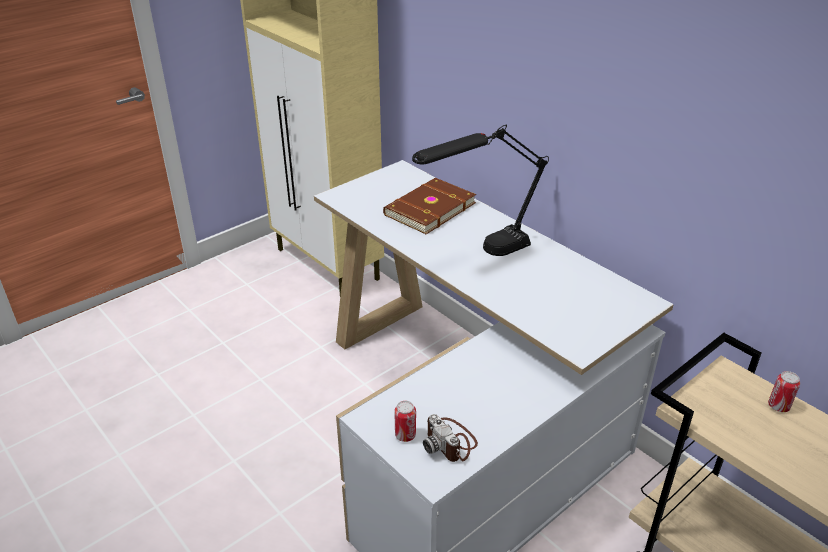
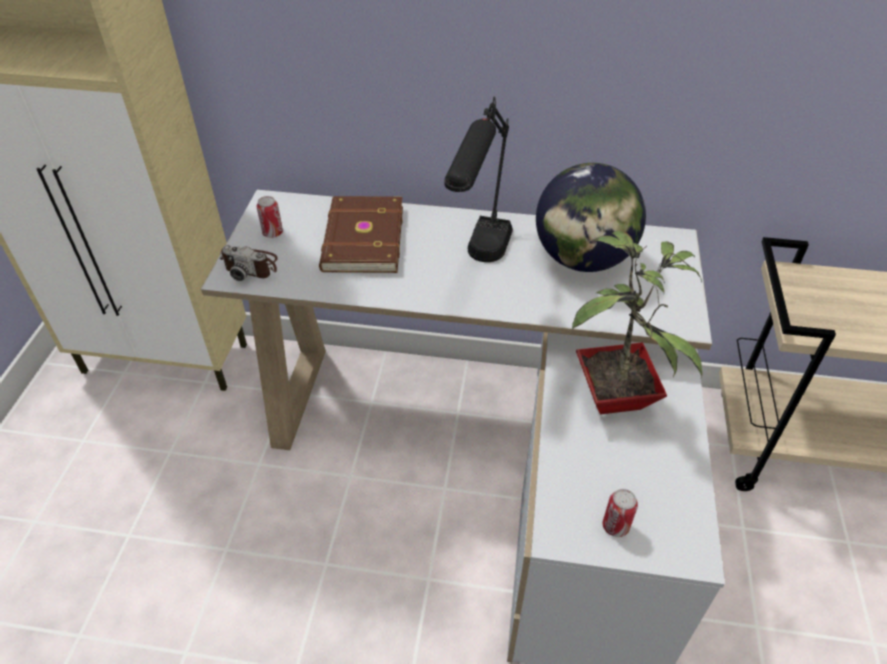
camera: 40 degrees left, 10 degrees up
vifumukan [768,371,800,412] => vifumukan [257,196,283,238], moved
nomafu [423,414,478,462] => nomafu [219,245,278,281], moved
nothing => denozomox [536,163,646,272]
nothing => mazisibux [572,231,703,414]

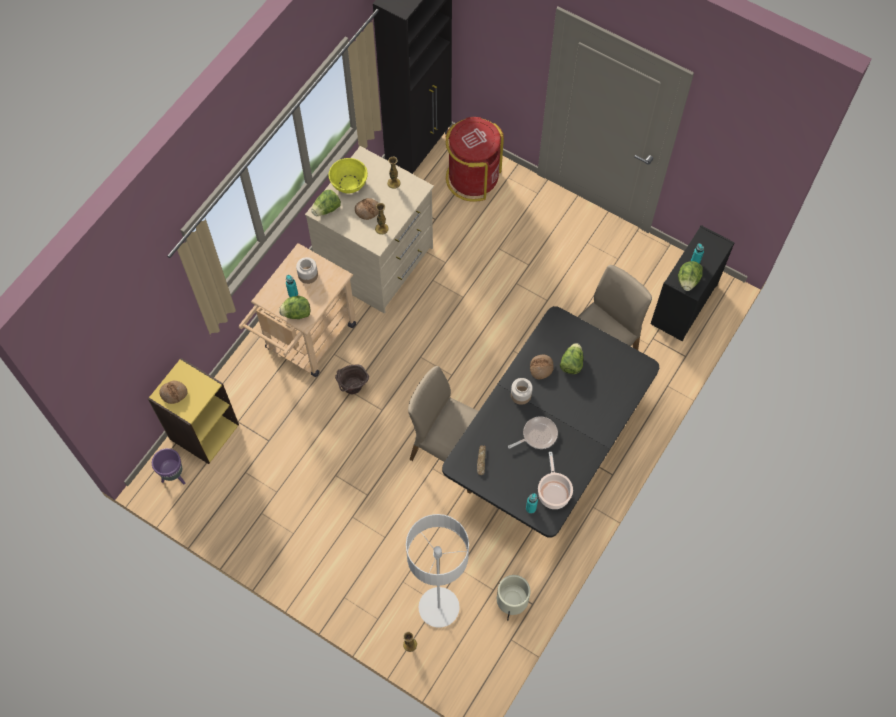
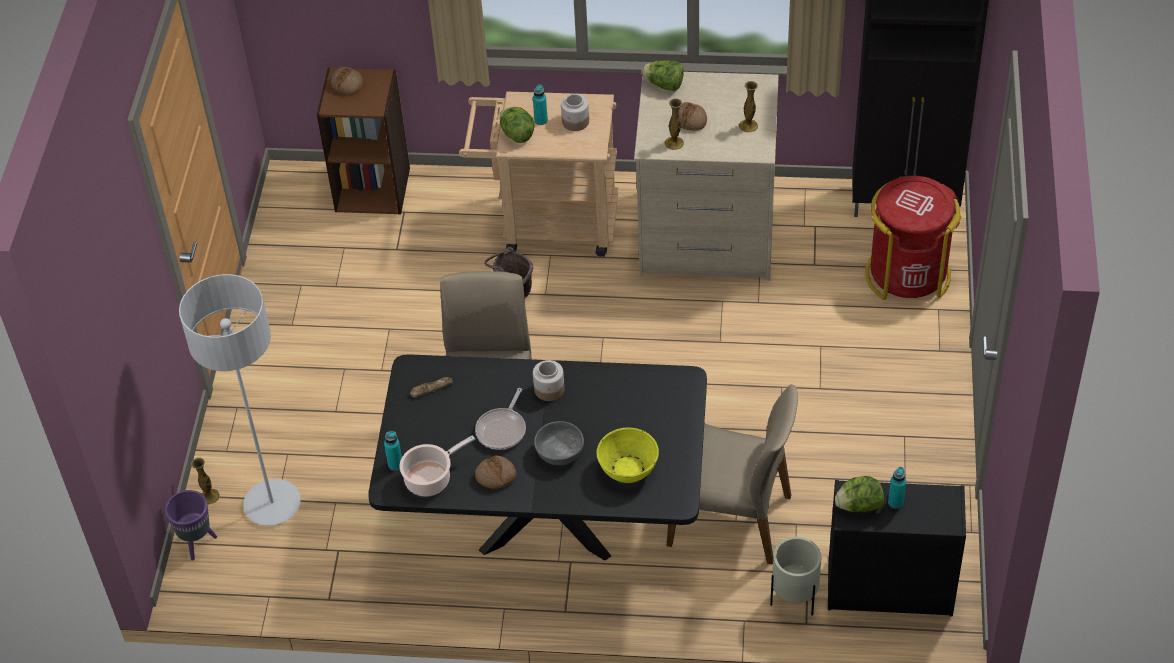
camera: 65 degrees right, 15 degrees down
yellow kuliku [329,158,368,193] => yellow kuliku [597,428,659,483], moved
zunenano [560,343,584,374] => nothing
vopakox [530,355,553,379] => vopakox [475,456,517,489], moved
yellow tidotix [148,358,239,464] => brown tidotix [317,68,410,214]
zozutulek [508,417,558,449] => zozutulek [475,388,526,450], 75 degrees clockwise
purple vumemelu [152,448,185,484] => purple vumemelu [165,490,217,561], moved
beige vumemelu [497,575,530,621] => beige vumemelu [770,537,822,616], moved
nothing => grey kuliku [534,421,584,465]

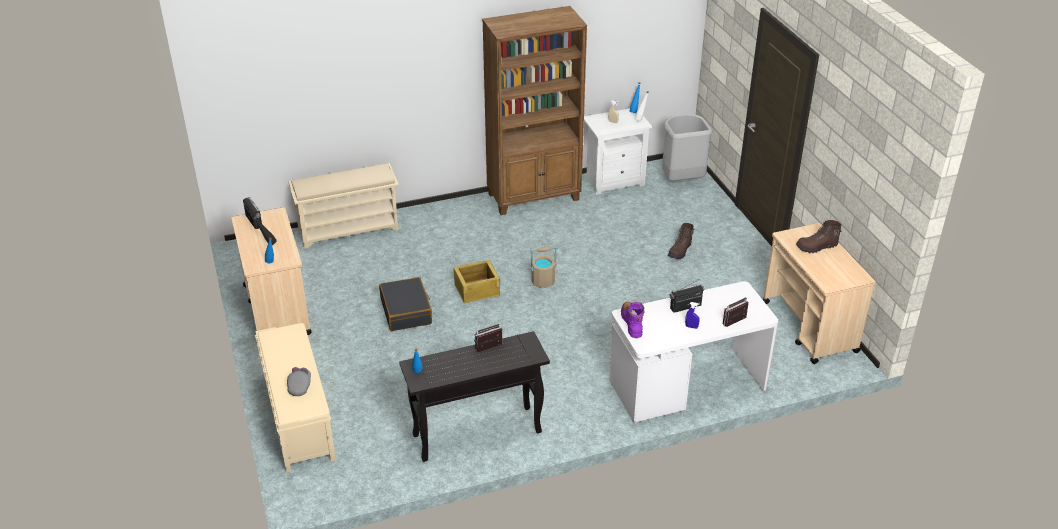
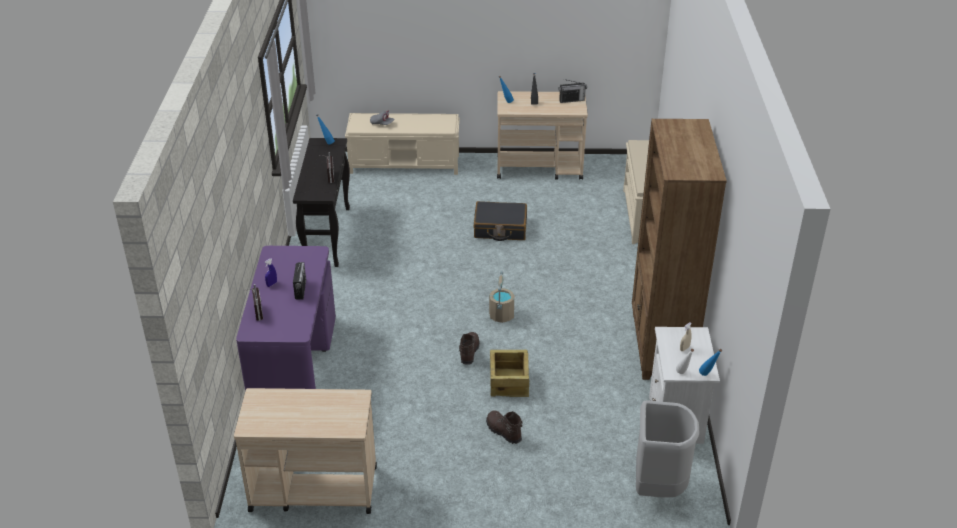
camera: 110 degrees right, 0 degrees up
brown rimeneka [796,220,841,253] => brown rimeneka [458,332,480,365], moved
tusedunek [454,260,500,303] => tusedunek [490,350,529,397], moved
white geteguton [609,281,778,423] => purple geteguton [236,246,336,391]
purple rimeneka [621,302,644,338] => nothing

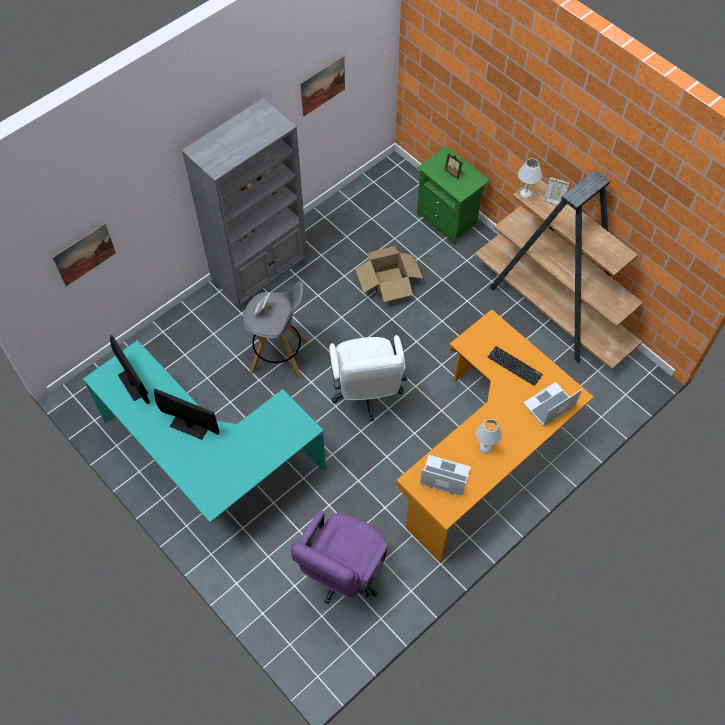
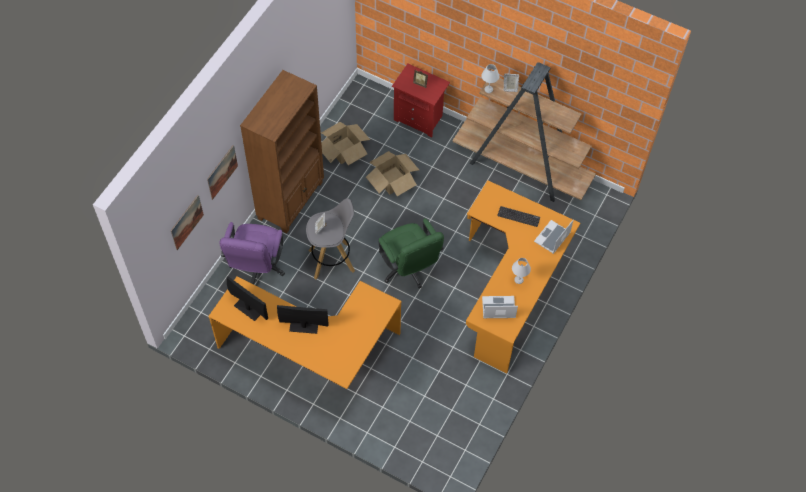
camera: 20 degrees left, 0 degrees up
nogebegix [300,55,345,117] => nogebegix [207,145,238,200], moved
grey tidotix [182,98,307,310] => brown tidotix [240,70,324,233]
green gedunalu [417,146,490,245] => red gedunalu [392,64,450,137]
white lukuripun [329,335,407,421] => green lukuripun [378,218,444,288]
turquoise geteguton [83,340,326,523] => orange geteguton [208,276,402,389]
purple lukuripun [291,510,387,605] => purple lukuripun [220,222,285,285], moved
nothing => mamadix [321,122,370,166]

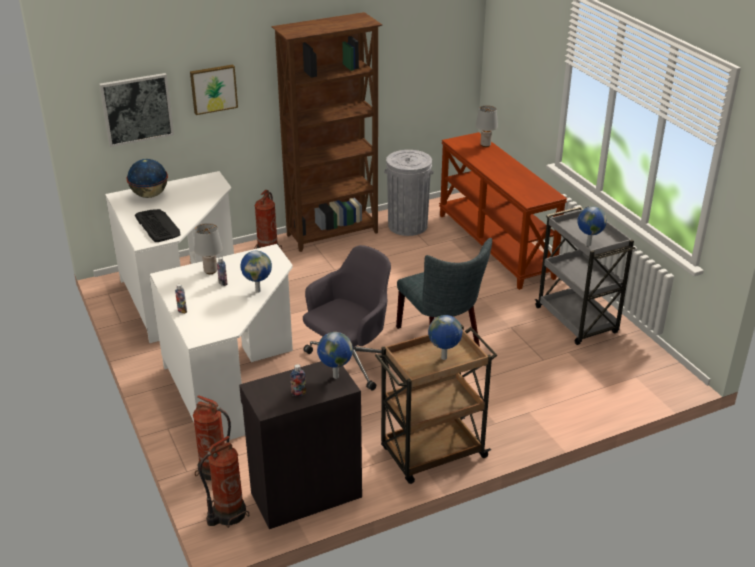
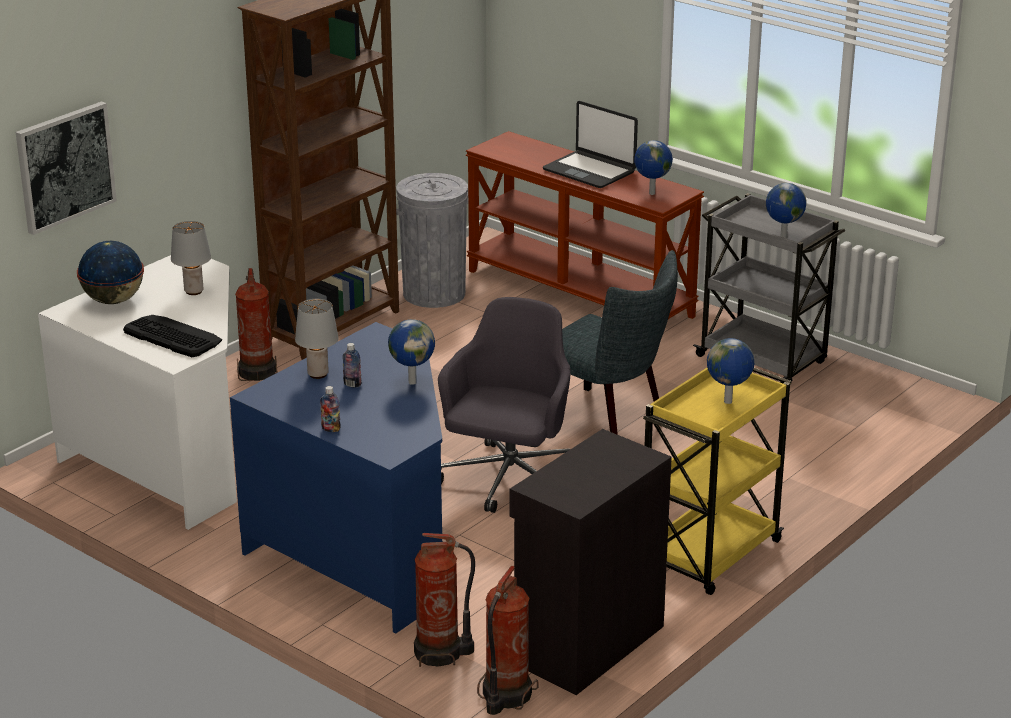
camera: 25 degrees left, 5 degrees down
nogebegix [190,65,238,115] => nothing
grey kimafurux [476,105,498,147] => grey kimafurux [171,221,211,295], moved
white geteguton [149,244,293,441] => blue geteguton [230,322,442,634]
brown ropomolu [375,324,497,484] => yellow ropomolu [643,368,792,595]
denozomox [317,332,353,379] => denozomox [634,140,673,195], moved
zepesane [290,364,306,396] => nothing
nothing => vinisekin [543,101,638,188]

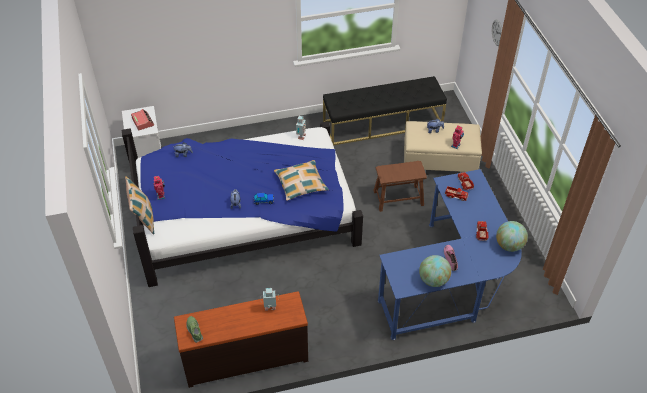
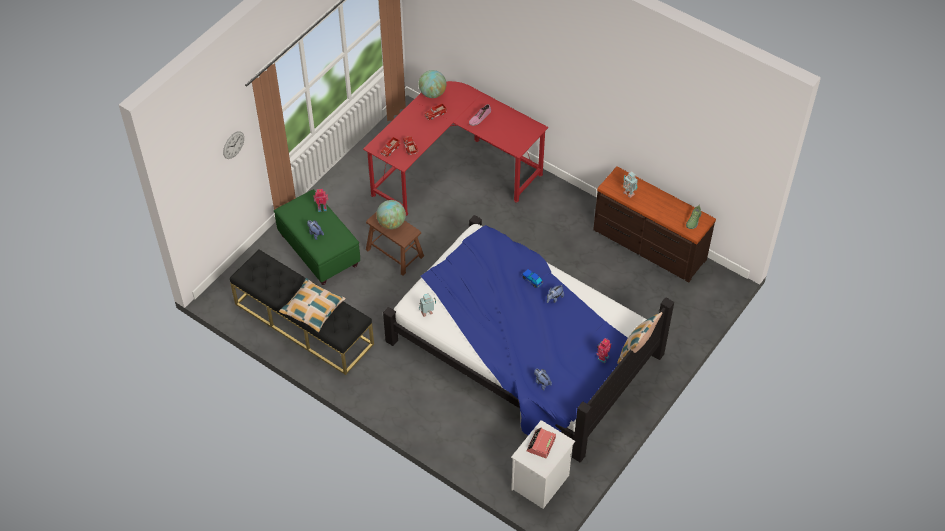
camera: 130 degrees left, 5 degrees up
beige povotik [404,121,482,172] => green povotik [274,189,360,285]
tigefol [274,160,329,201] => tigefol [279,278,346,332], moved
blue geteguton [378,169,522,340] => red geteguton [363,81,548,216]
denozomox [419,255,451,287] => denozomox [376,200,406,229], moved

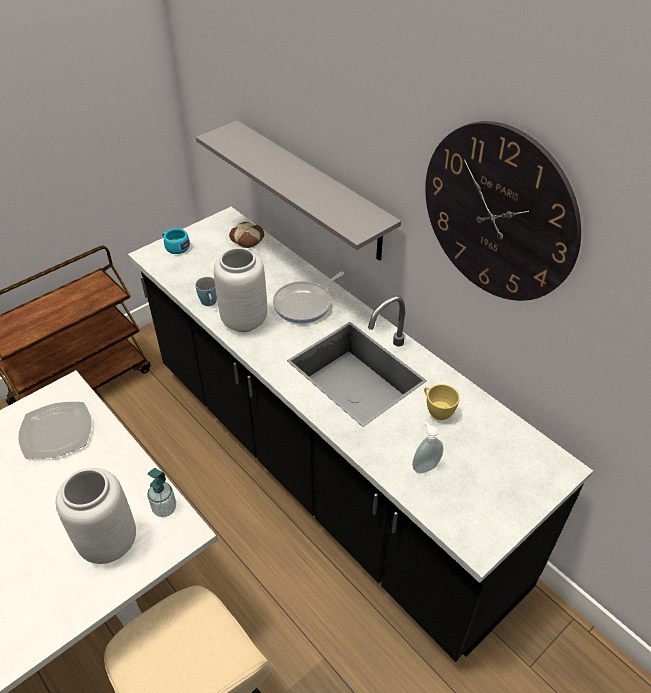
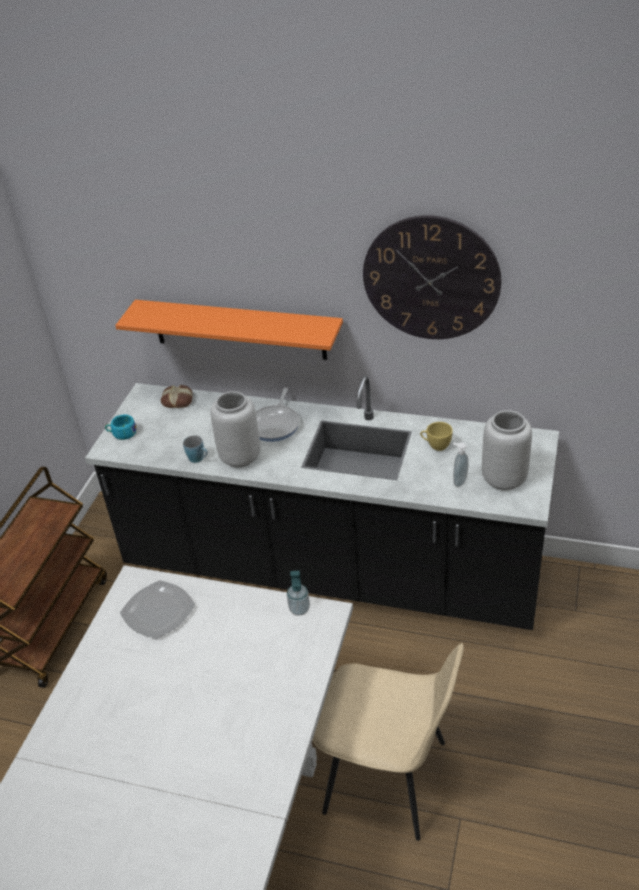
camera: 30 degrees left, 5 degrees down
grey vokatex [196,120,401,261] => orange vokatex [115,300,343,360]
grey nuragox [56,468,136,564] => grey nuragox [482,410,532,491], moved

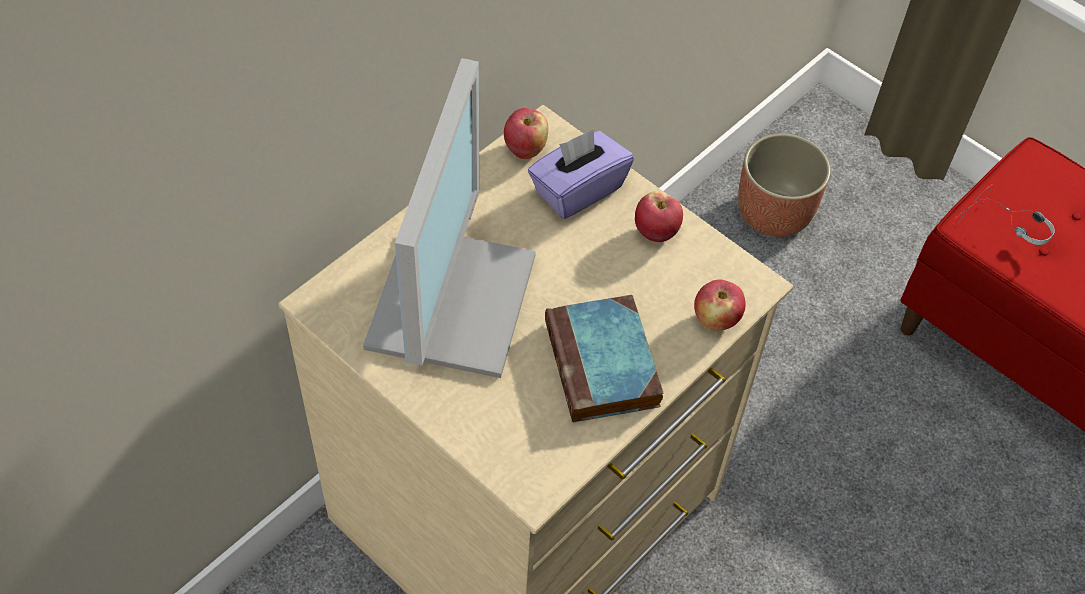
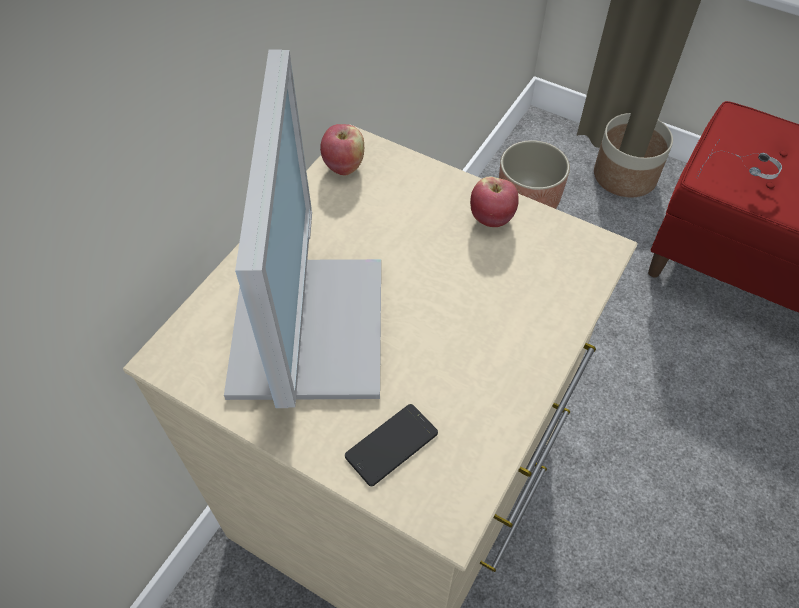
camera: 10 degrees left, 0 degrees up
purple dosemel [528,128,634,219] => nothing
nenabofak [694,280,745,331] => nothing
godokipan [545,295,664,422] => nothing
nothing => vumemelu [594,113,673,198]
nothing => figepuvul [345,404,438,486]

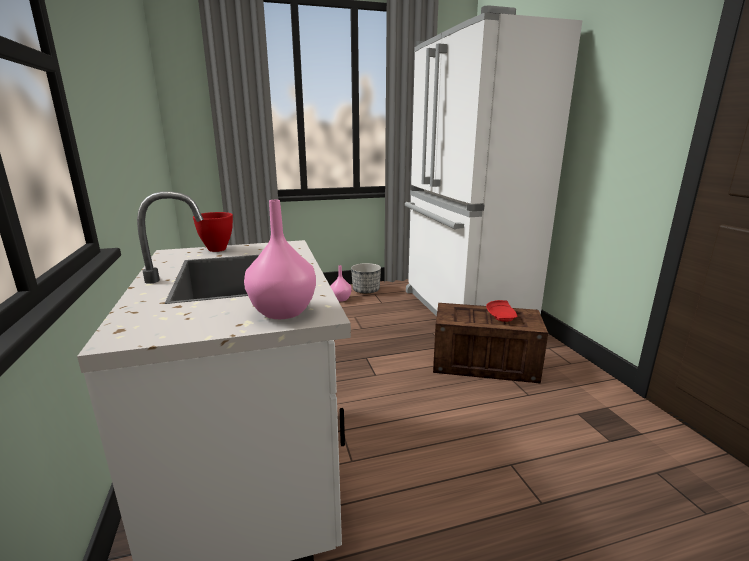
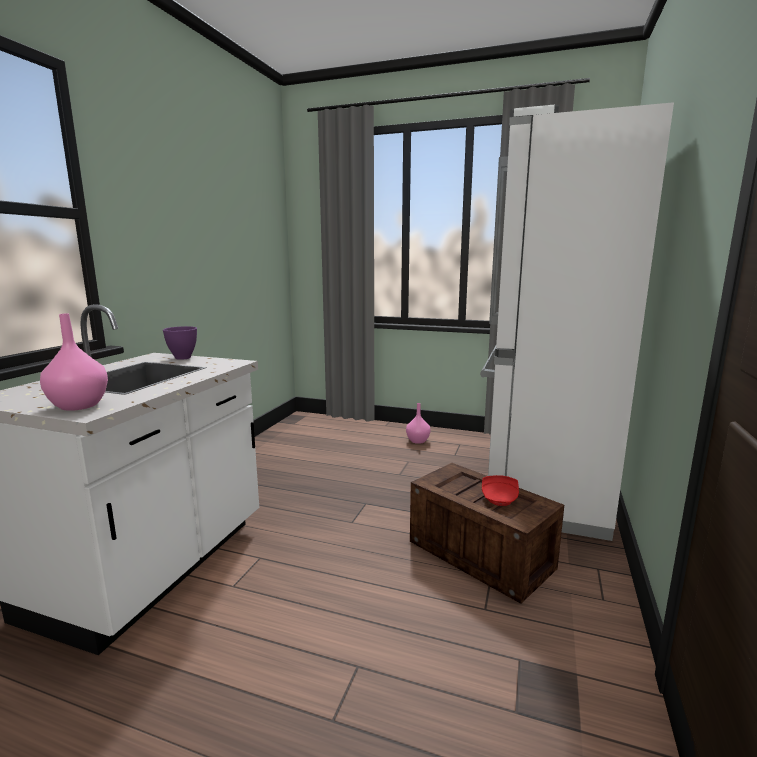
camera: 35 degrees right, 5 degrees down
red kuliku [193,212,233,252] => purple kuliku [163,326,197,360]
vumemelu [351,263,381,294] => nothing

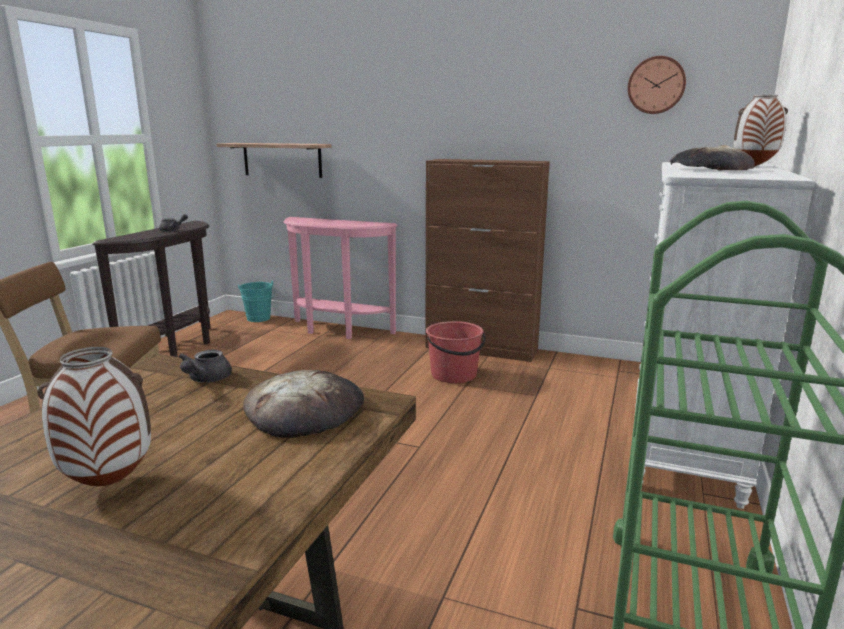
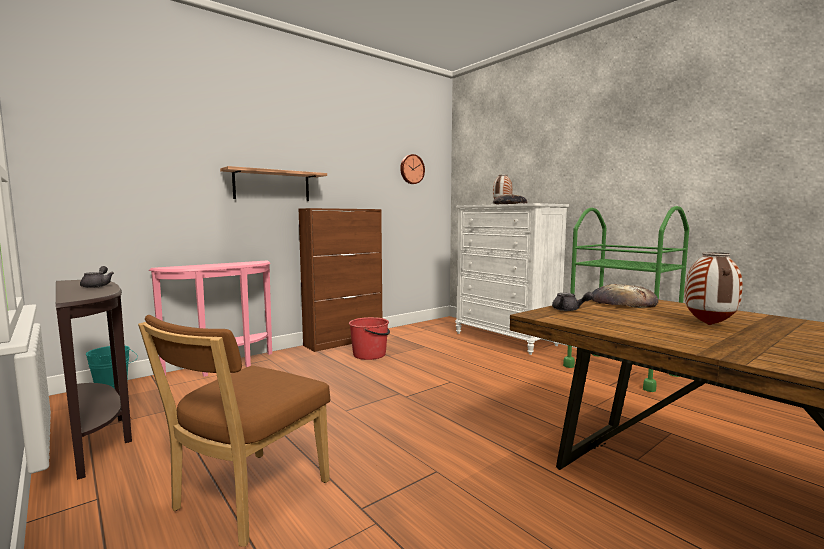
camera: 60 degrees left, 10 degrees down
vokatex [216,143,332,178] => vokatex [220,166,327,201], moved

